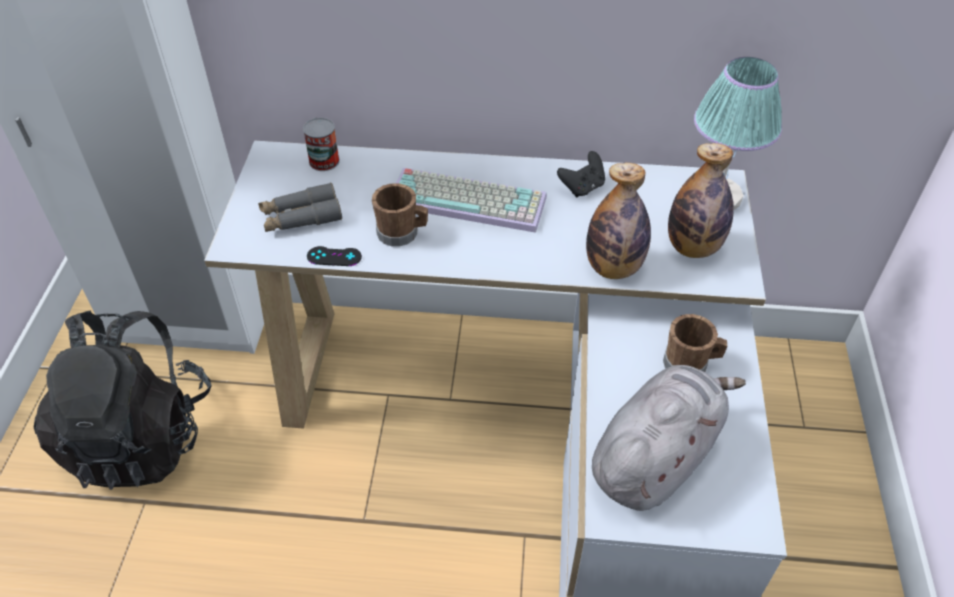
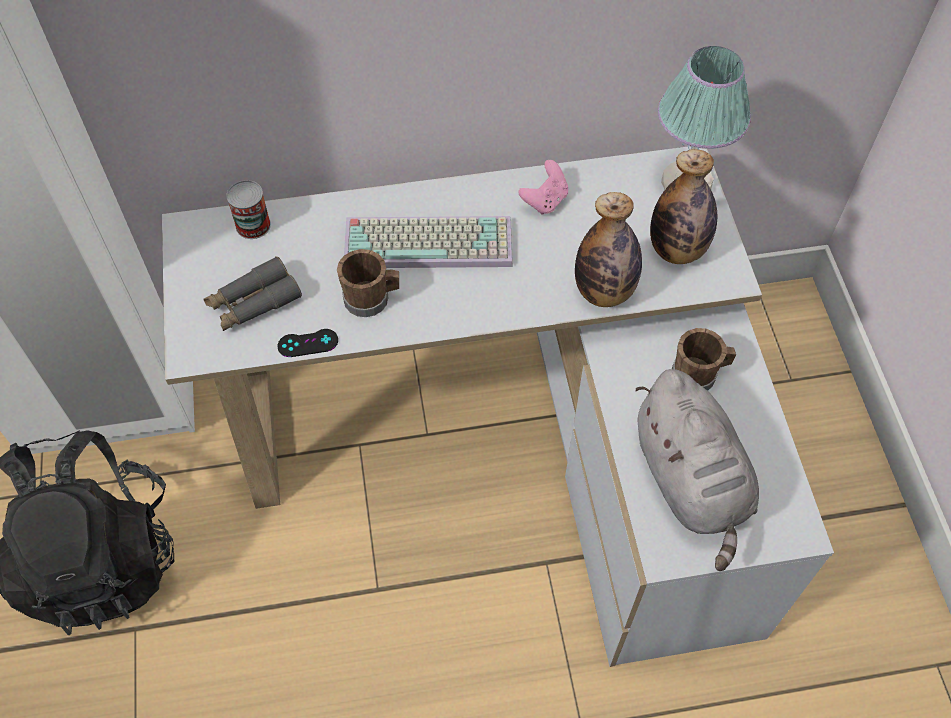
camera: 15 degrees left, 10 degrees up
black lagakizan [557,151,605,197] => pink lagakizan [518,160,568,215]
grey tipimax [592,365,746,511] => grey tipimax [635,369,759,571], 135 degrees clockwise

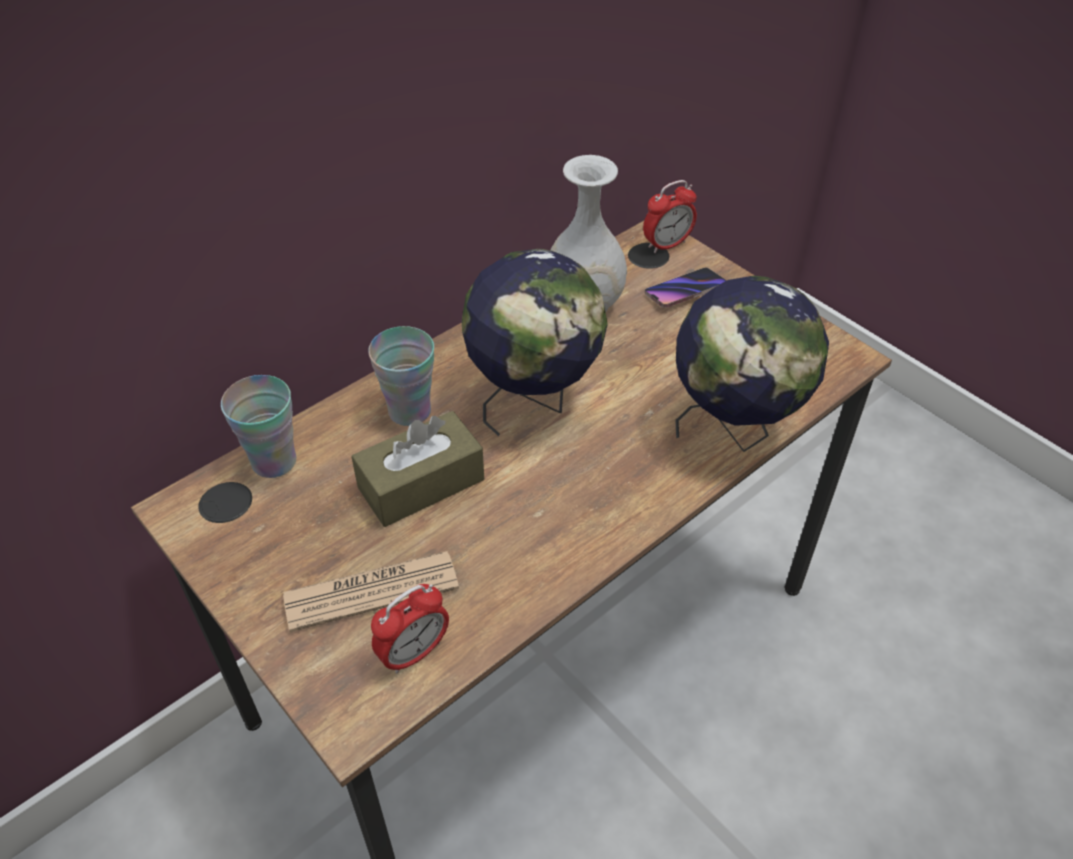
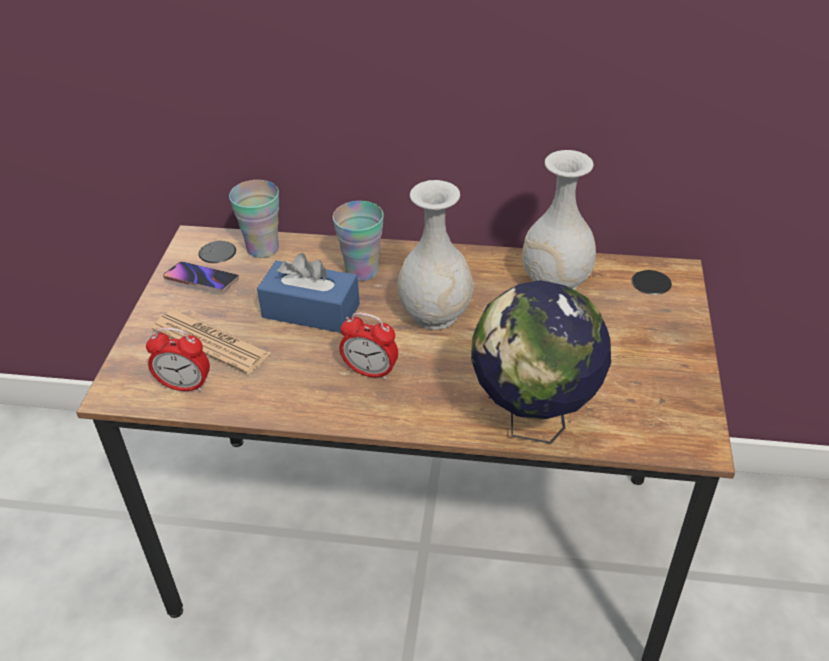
camera: 50 degrees right, 5 degrees down
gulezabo [643,180,697,253] => gulezabo [340,312,398,380], moved
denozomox [461,249,608,436] => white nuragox [398,180,473,330]
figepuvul [645,267,727,308] => figepuvul [163,262,239,292], moved
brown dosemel [351,411,484,527] => blue dosemel [257,253,360,333]

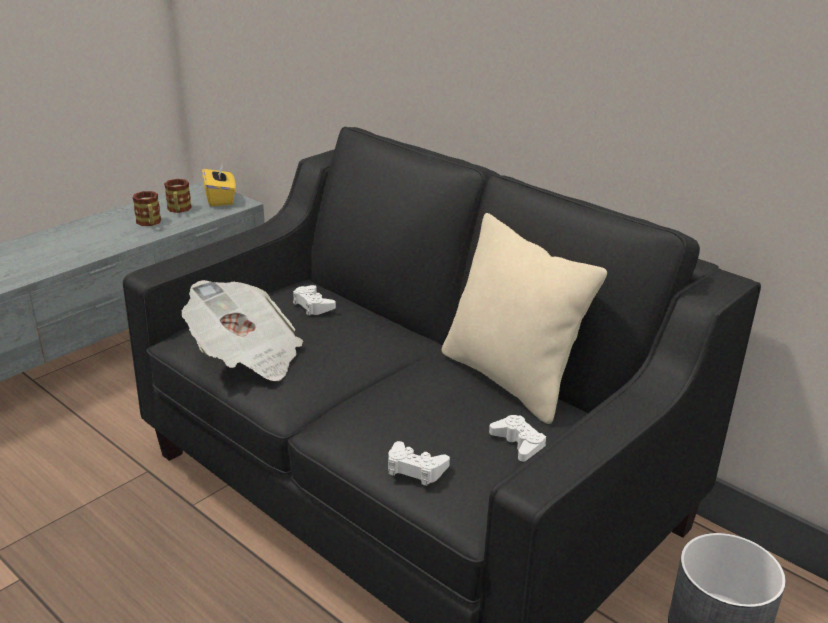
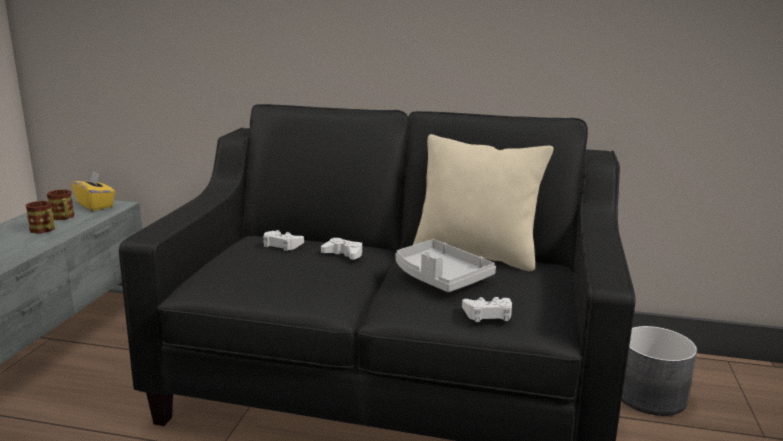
camera: 30 degrees left, 10 degrees down
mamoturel [181,280,303,381] => nothing
white lagakizan [489,415,546,462] => white lagakizan [321,238,362,260], moved
nothing => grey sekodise [396,239,496,292]

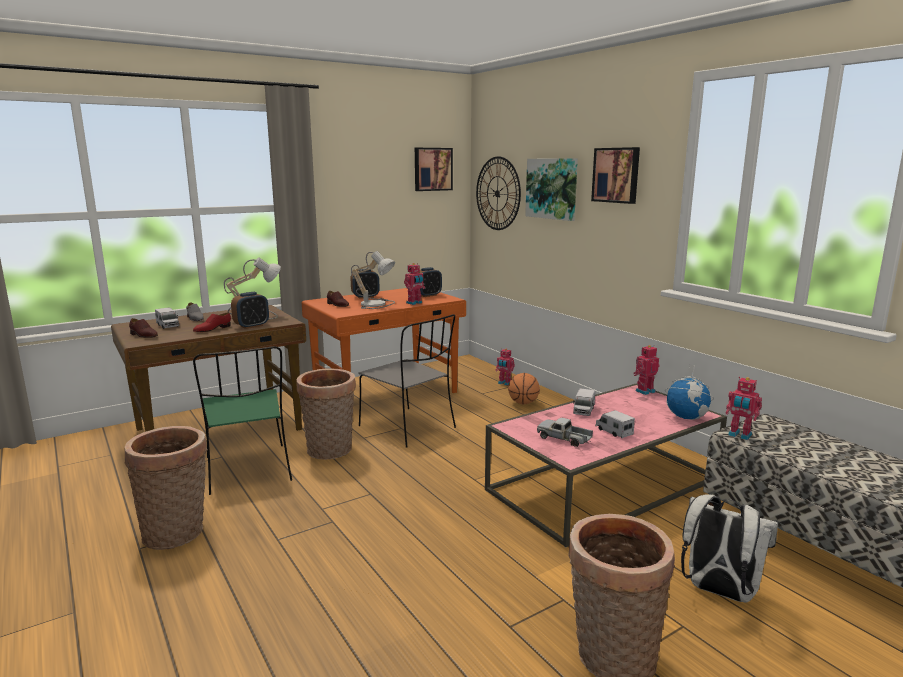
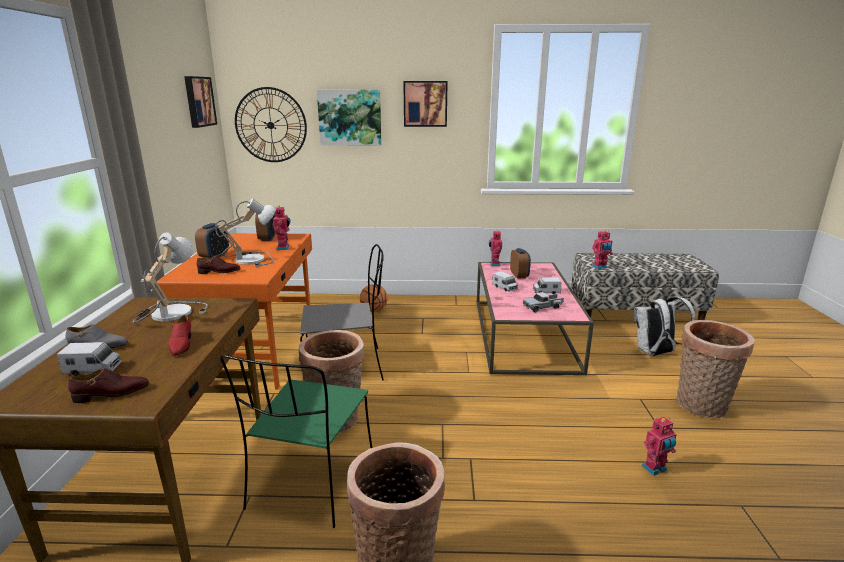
camera: 55 degrees left, 5 degrees up
gulezabo [231,292,269,329] => gulezabo [510,248,531,279], moved
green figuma [193,346,292,495] => green figuma [220,355,372,528], 90 degrees clockwise
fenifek [495,349,515,386] => fenifek [641,417,677,476], moved
denozomox [665,363,714,420] => nothing

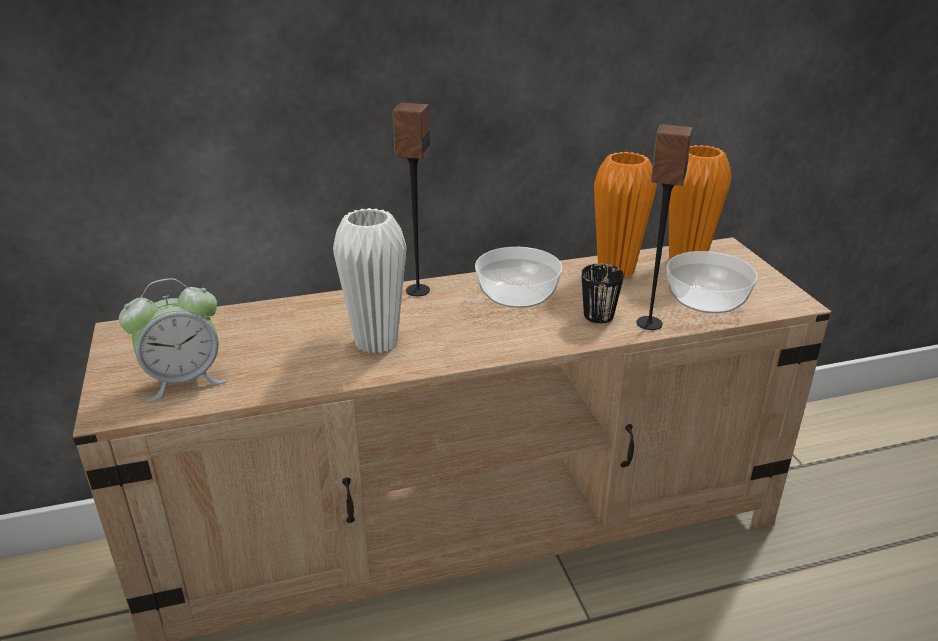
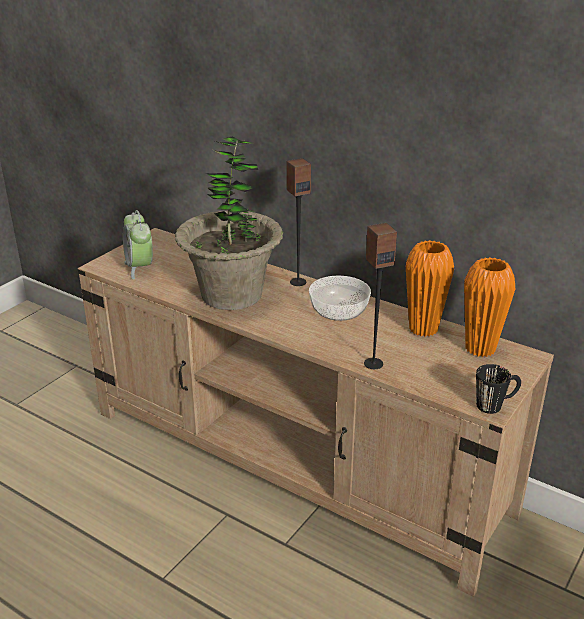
camera: 50 degrees right, 0 degrees up
white nuragox [333,208,407,354] => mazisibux [175,137,283,310]
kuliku [667,251,758,313] => nothing
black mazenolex [582,264,624,323] => black mazenolex [476,364,521,414], moved
gulezabo [119,278,227,401] => gulezabo [123,210,153,280], 45 degrees clockwise

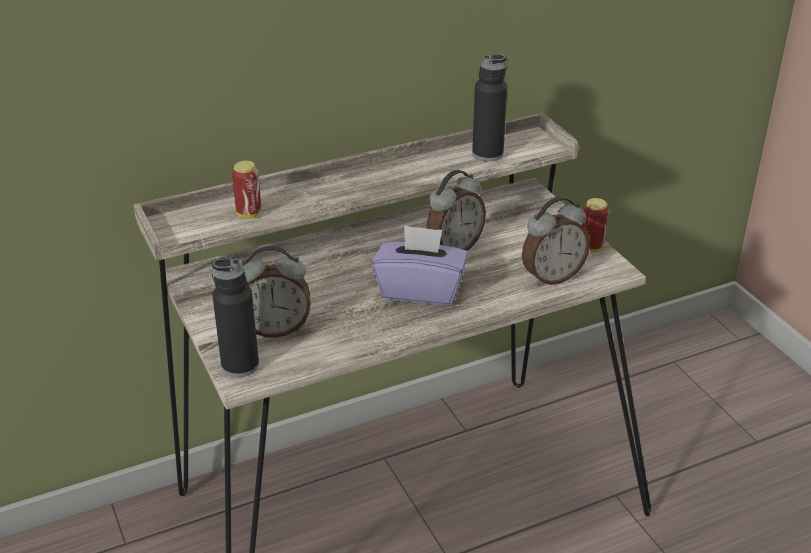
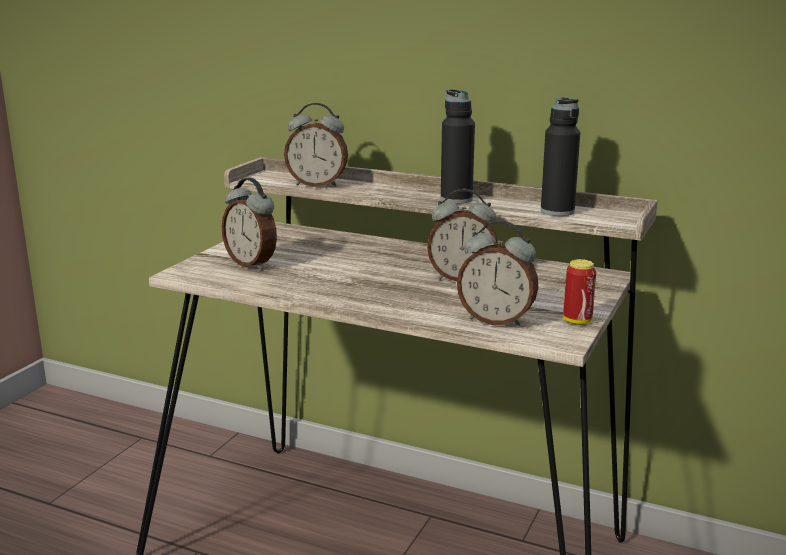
camera: 50 degrees right, 15 degrees down
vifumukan [232,161,261,218] => gulezabo [284,103,348,187]
purple dosemel [372,225,468,305] => nothing
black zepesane [212,258,259,377] => black zepesane [441,89,475,204], moved

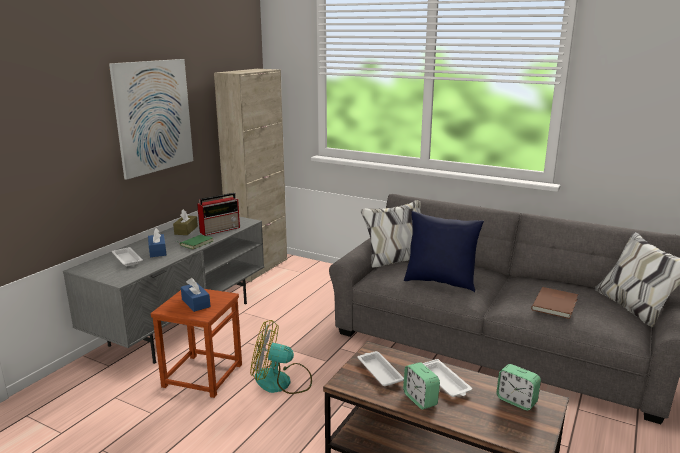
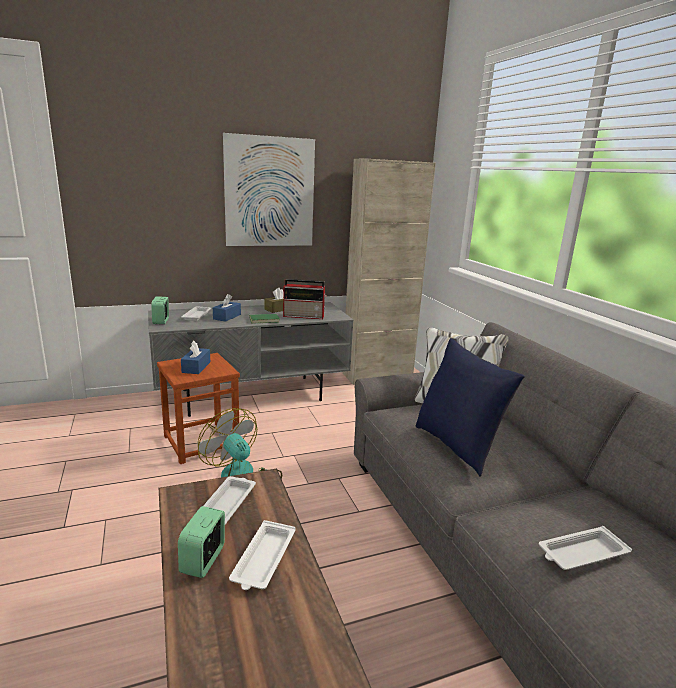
camera: 40 degrees right, 0 degrees up
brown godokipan [531,287,578,319] => white sekodise [539,526,632,570]
gulezabo [496,364,541,410] => gulezabo [151,296,169,324], moved

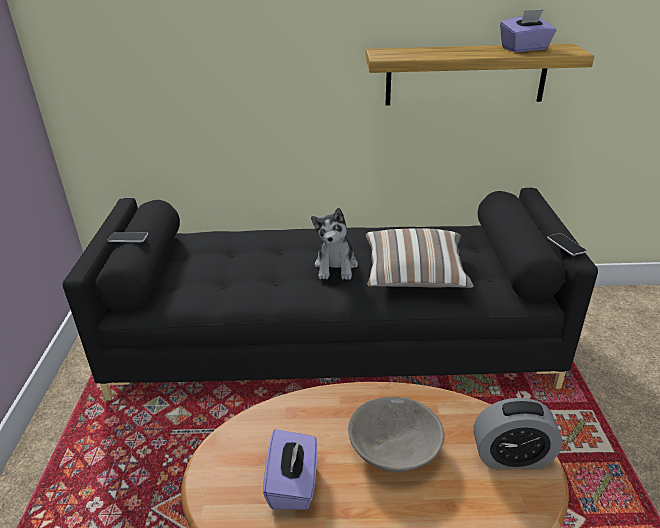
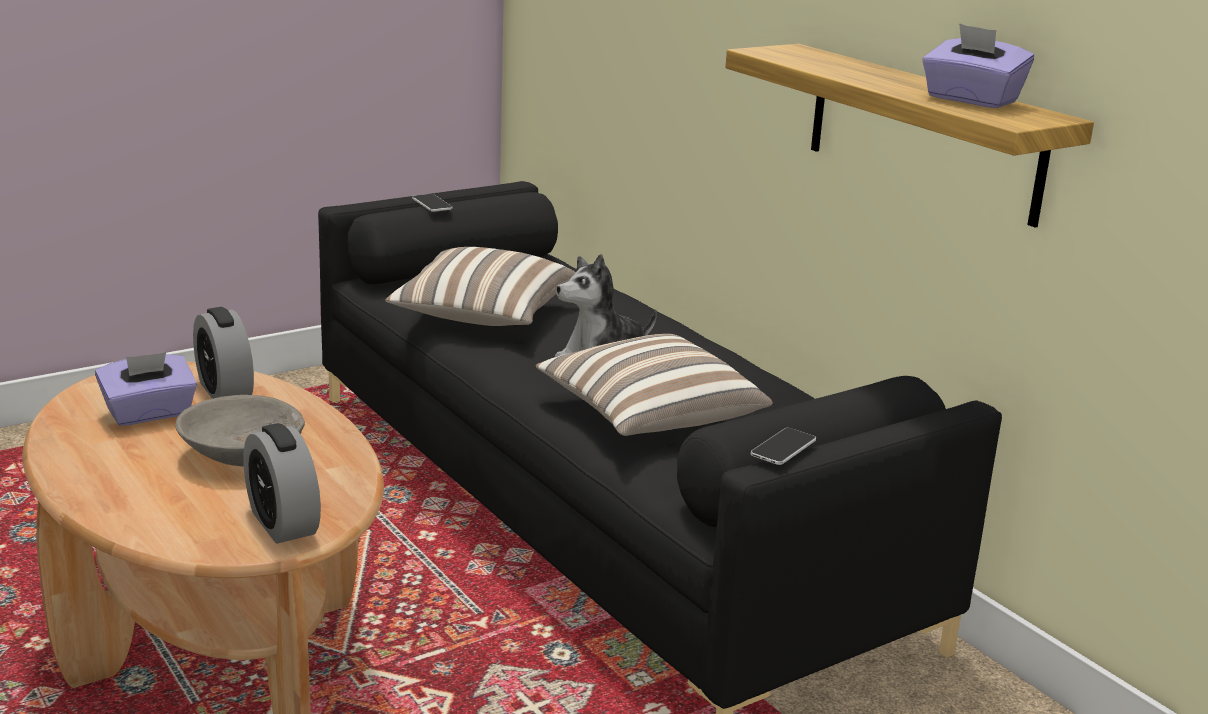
camera: 55 degrees right, 10 degrees down
nothing => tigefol [386,247,576,326]
nothing => gulezabo [193,307,254,399]

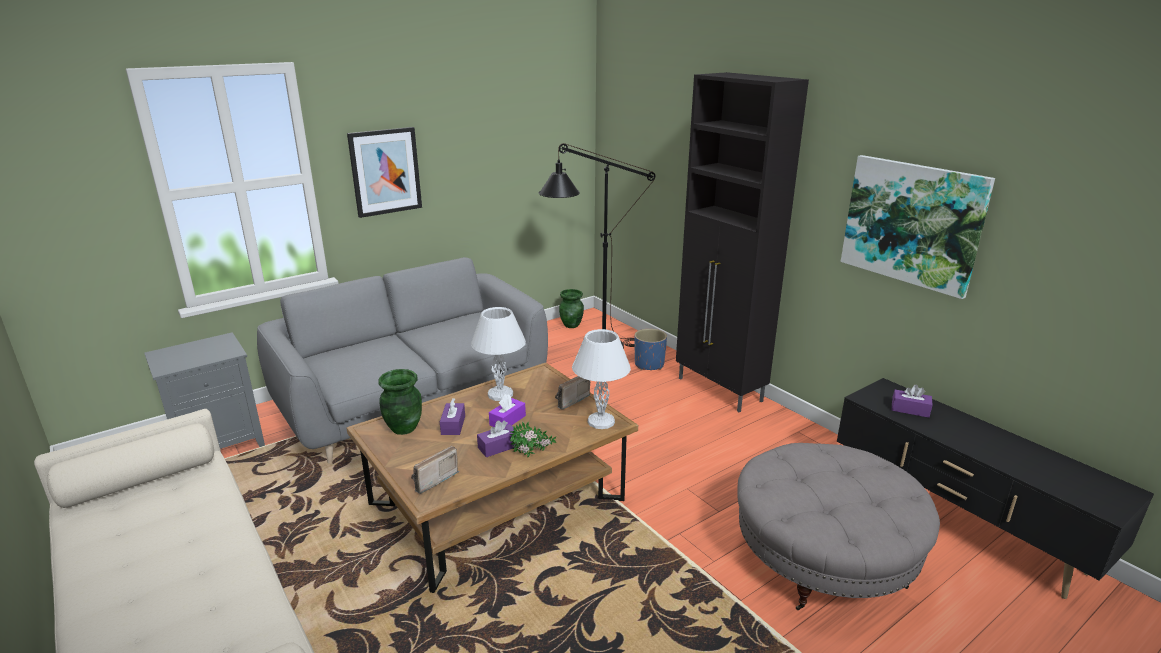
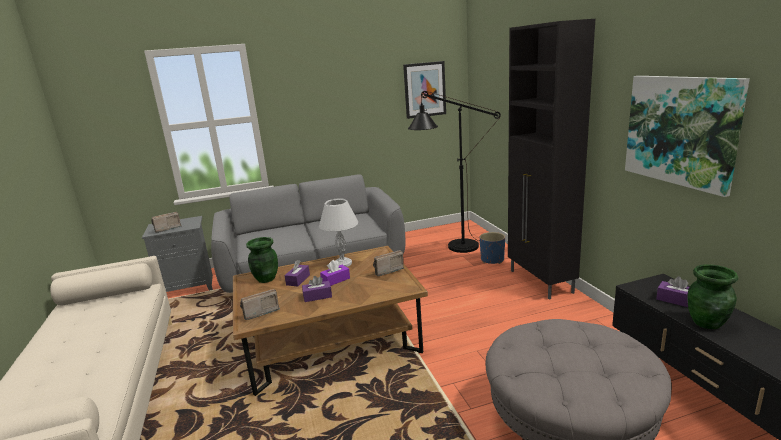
camera: 20 degrees right, 5 degrees down
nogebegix [347,127,422,218] => nogebegix [403,61,446,119], moved
green nuragox [559,289,584,328] => green nuragox [688,264,739,329], moved
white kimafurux [572,329,631,429] => nothing
mazisibux [510,422,556,457] => nothing
nothing => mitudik [151,212,182,233]

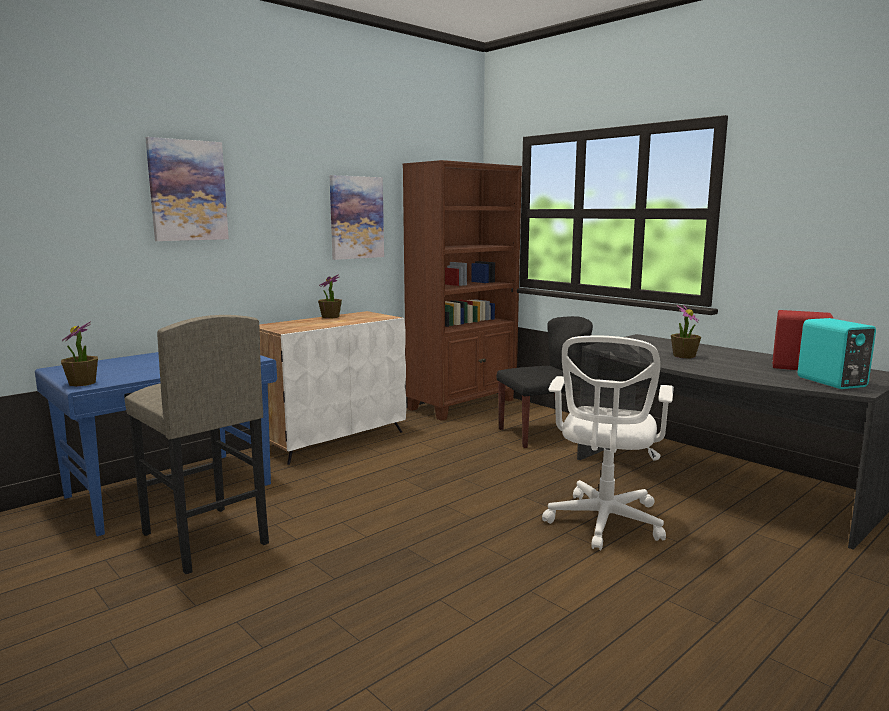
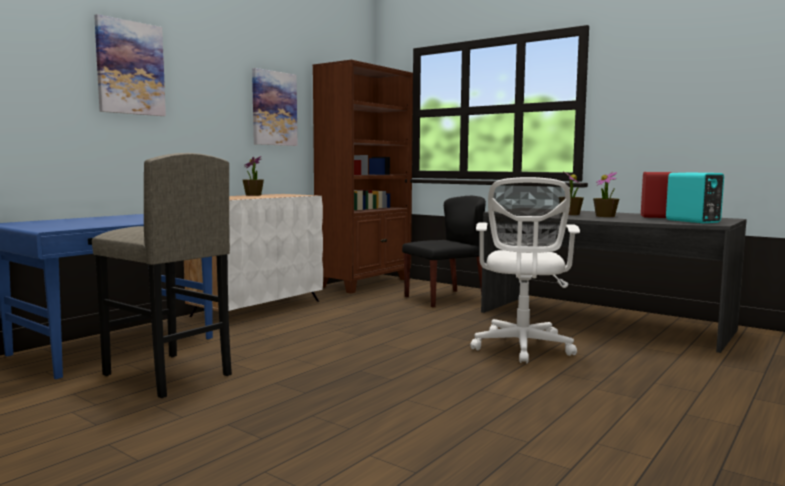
camera: 10 degrees left, 5 degrees down
mazisibux [61,322,98,386] => mazisibux [593,172,619,217], moved

